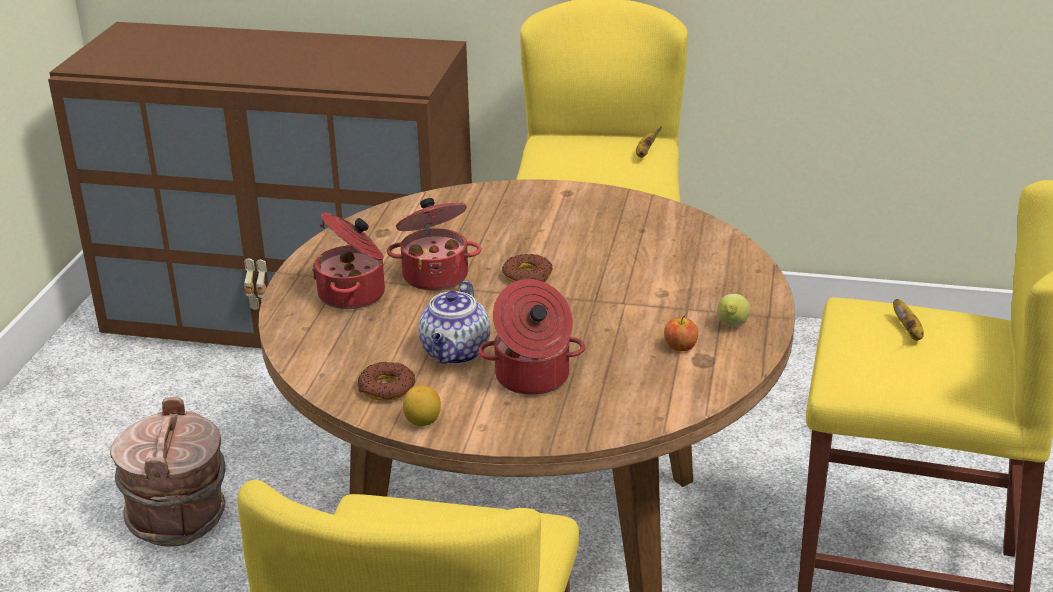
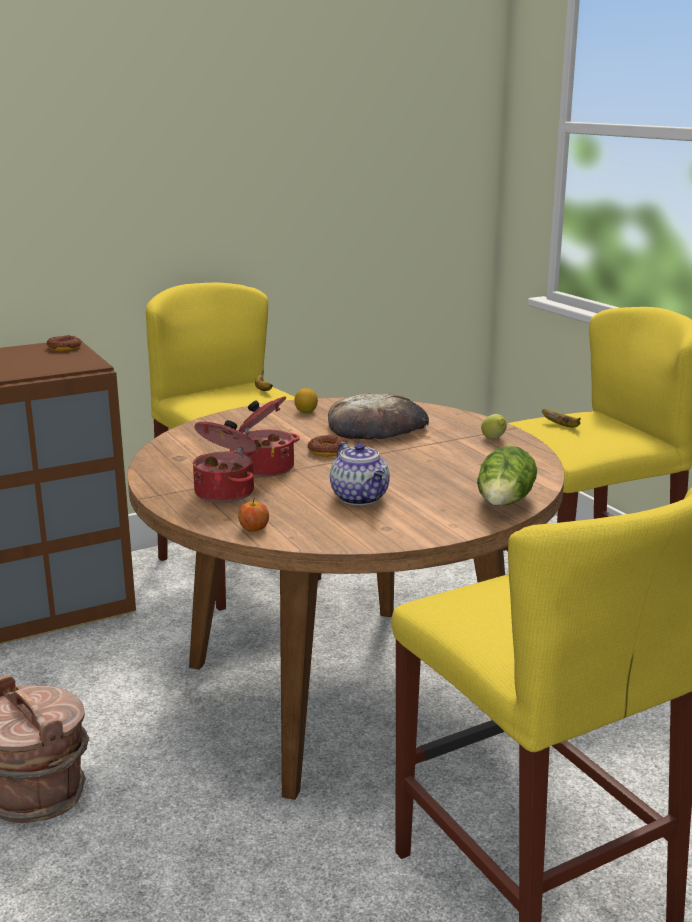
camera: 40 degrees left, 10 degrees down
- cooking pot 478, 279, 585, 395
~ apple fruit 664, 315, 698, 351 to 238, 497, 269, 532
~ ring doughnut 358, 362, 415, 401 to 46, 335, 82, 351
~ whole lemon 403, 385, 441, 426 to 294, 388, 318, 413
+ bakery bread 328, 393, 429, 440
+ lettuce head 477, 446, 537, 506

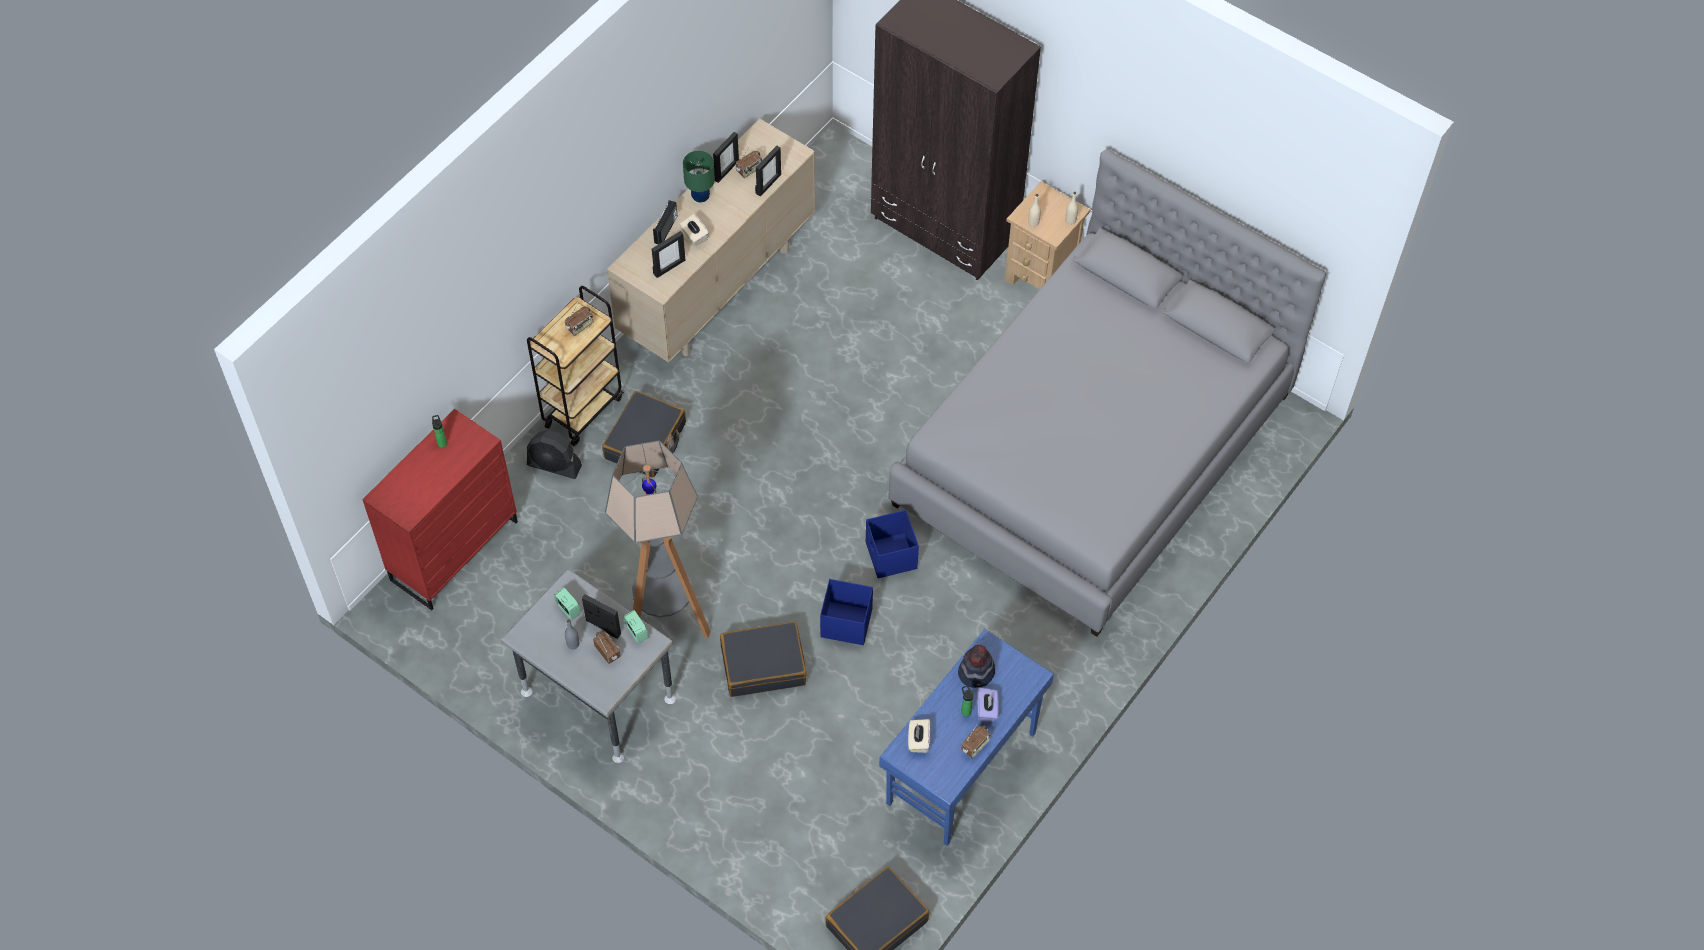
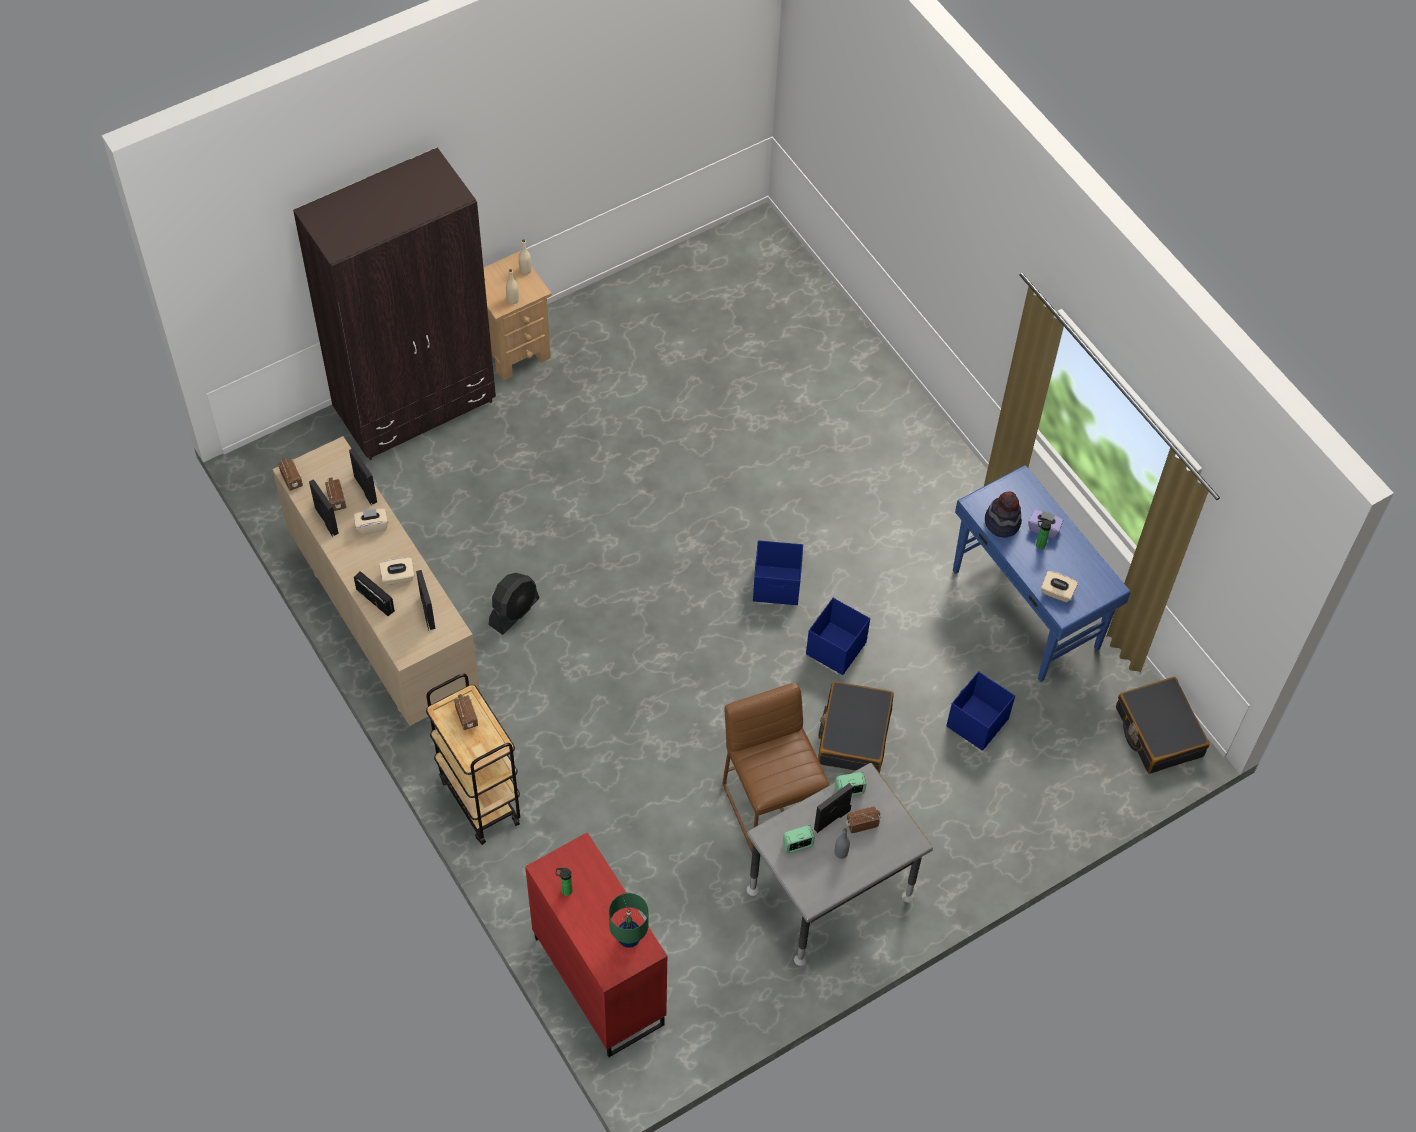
camera: 70 degrees left, 0 degrees up
- gray bed 889, 149, 1326, 637
~ greenish tabletop lamp 683, 151, 715, 202 to 609, 893, 648, 948
- black travel case 602, 391, 686, 478
~ black electric fan 527, 430, 582, 479 to 489, 573, 540, 635
~ standard lamp 605, 441, 711, 638 to brownish stool 722, 682, 829, 852
~ radio receiver 961, 725, 990, 758 to 278, 457, 303, 491
+ beige box of tissues 354, 508, 388, 535
+ bluish storage box 946, 671, 1015, 751

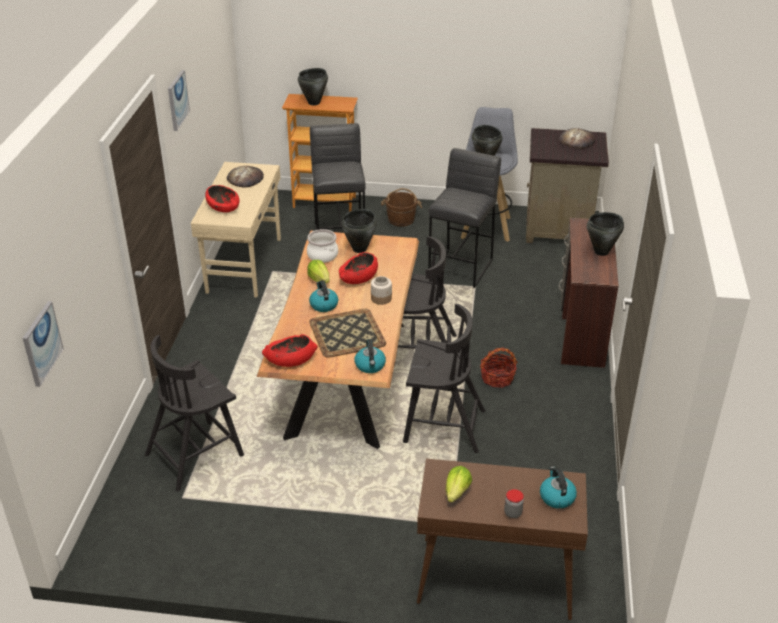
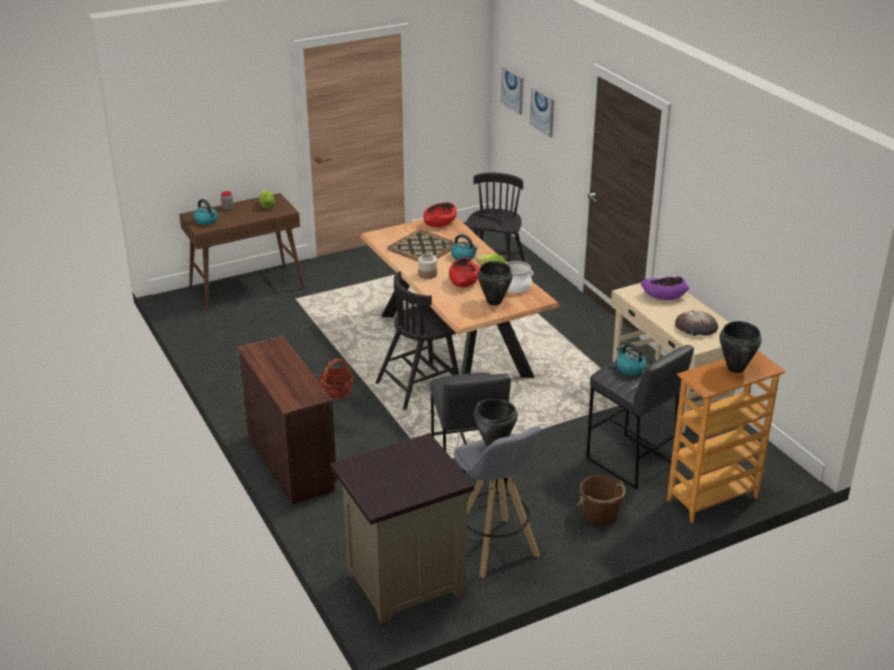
camera: 145 degrees right, 5 degrees down
~ picture 168, 70, 190, 131 to 530, 88, 554, 137
- bakery bread 559, 128, 595, 149
~ red serving bowl 205, 185, 239, 212 to purple serving bowl 641, 276, 689, 300
- black cooking pot 587, 212, 624, 256
- black plain chair 403, 304, 485, 453
~ tea kettle 354, 339, 386, 373 to 616, 343, 646, 375

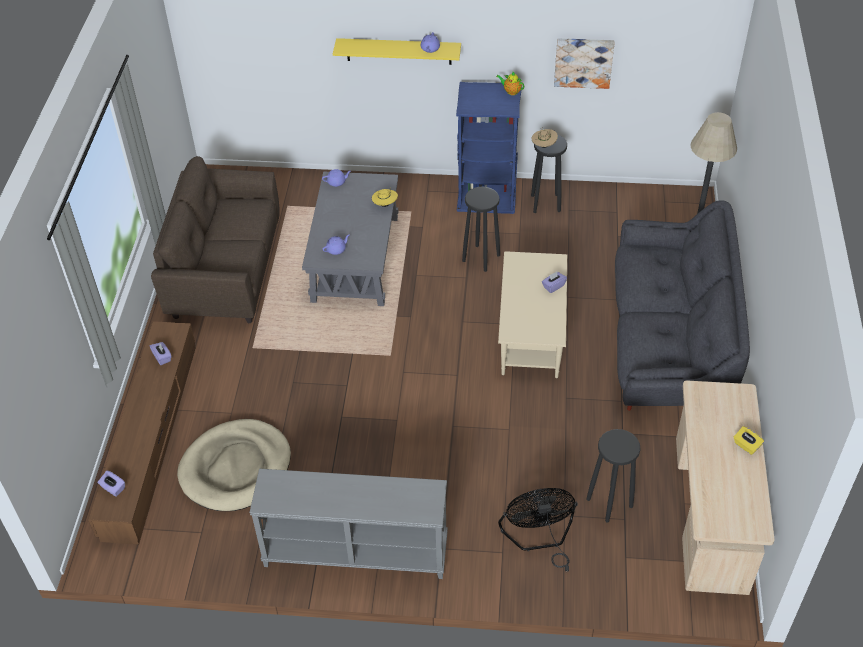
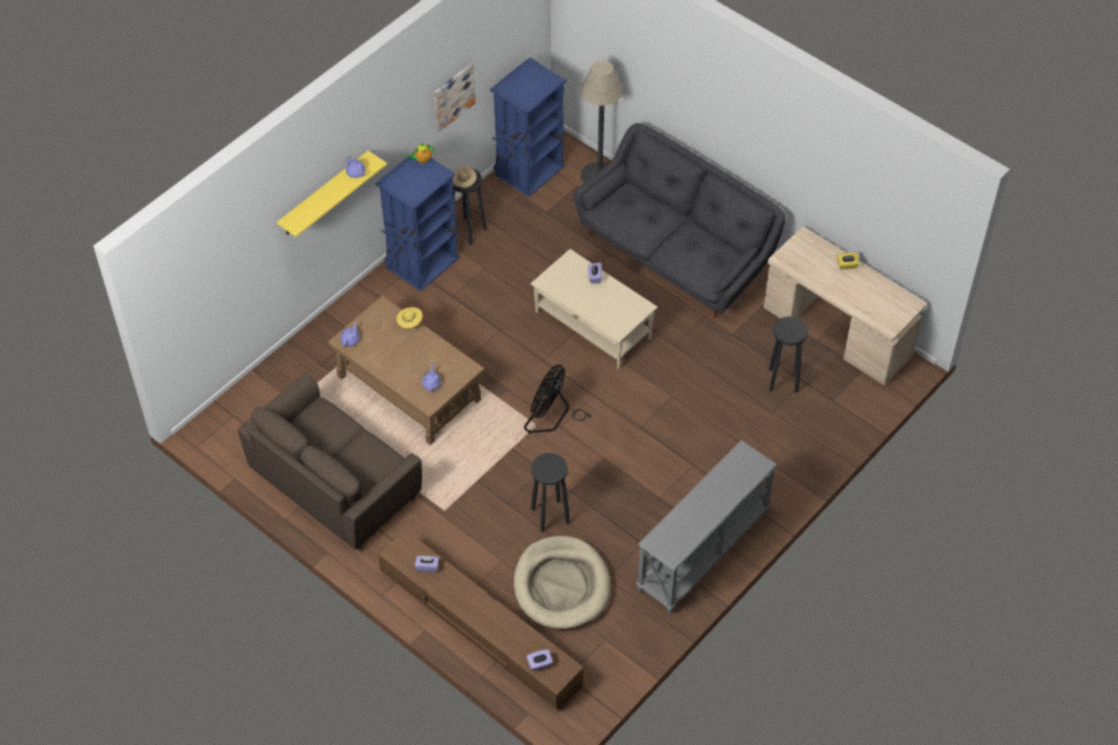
camera: 55 degrees left, 5 degrees up
~ gray coffee table 302, 171, 398, 306 to brownish coffee table 328, 296, 485, 445
~ black stool 462, 187, 500, 272 to 531, 453, 570, 532
~ black electric fan 498, 488, 578, 571 to 524, 365, 592, 434
+ bluish bookcase 490, 58, 566, 197

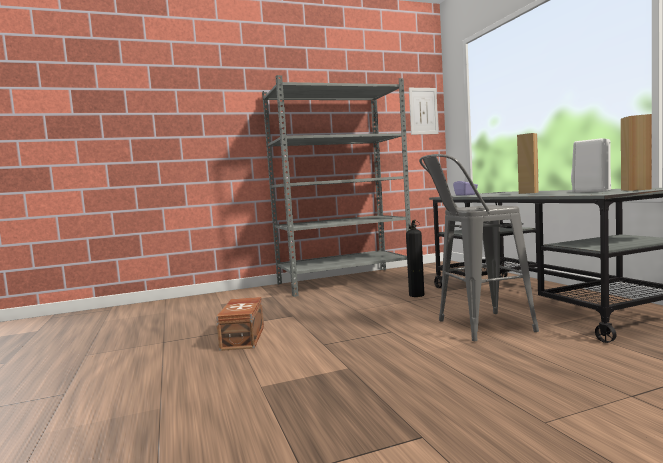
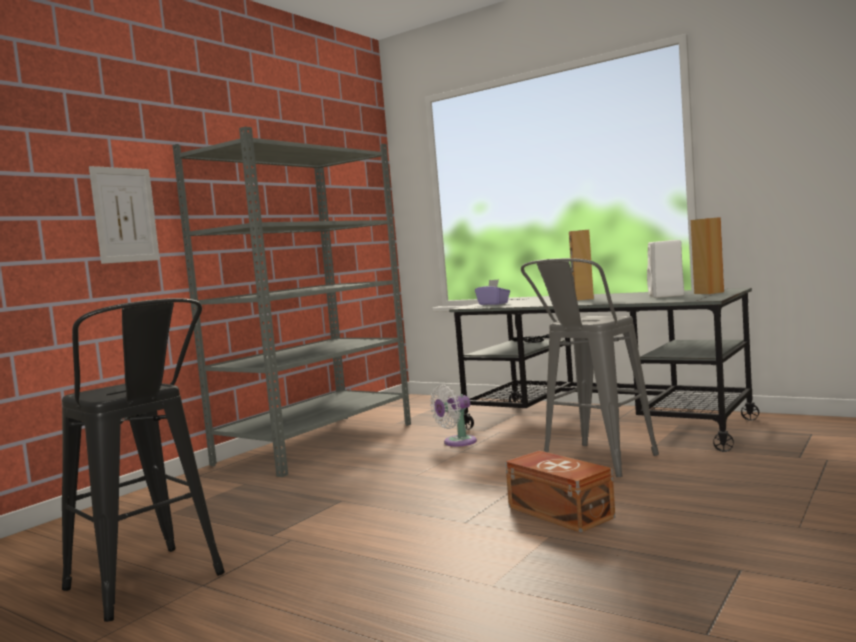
camera: 35 degrees left, 0 degrees up
~ picture 409, 88, 438, 135 to 89, 166, 160, 264
~ fire-fighting cylinder 406, 220, 424, 297 to white-coloured electric fan 430, 385, 477, 446
~ brownish storage box 216, 297, 264, 351 to 505, 450, 615, 533
+ black stool 62, 298, 225, 622

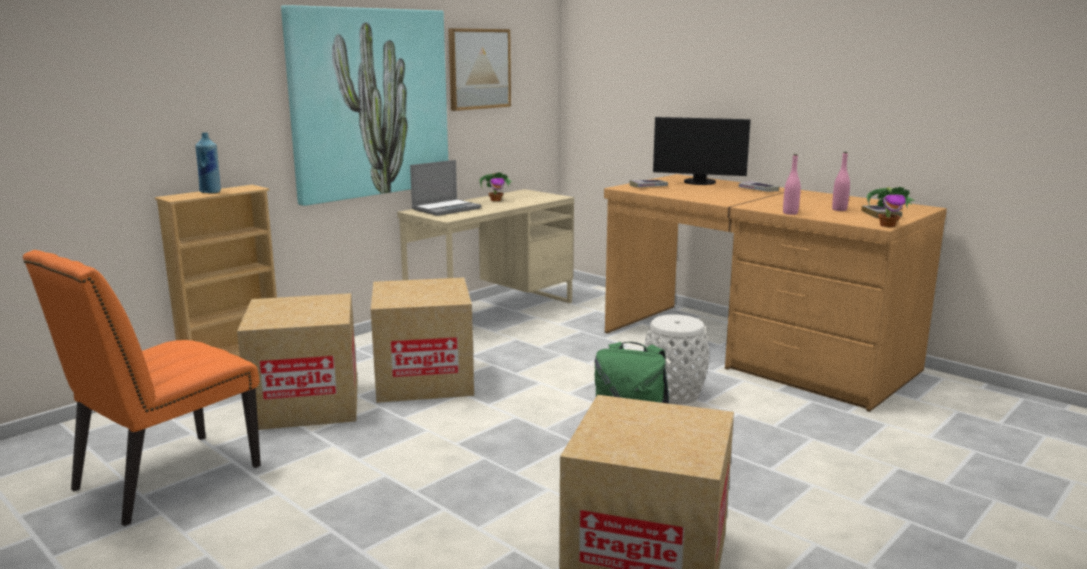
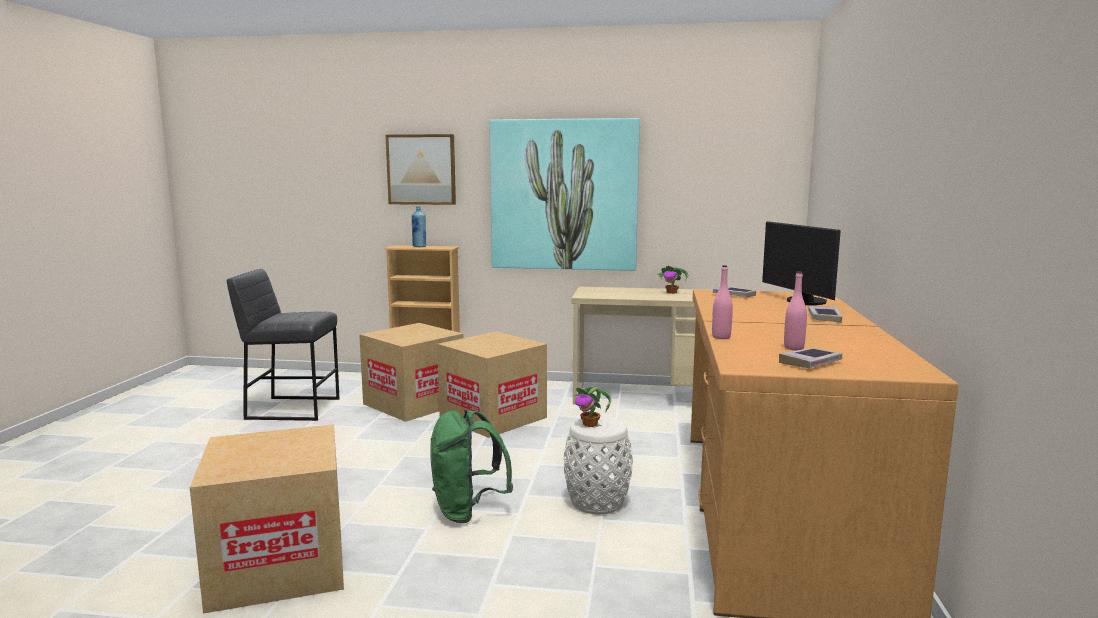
camera: 55 degrees right, 5 degrees down
~ picture 448, 28, 511, 111 to 385, 134, 456, 205
- notebook computer 410, 160, 481, 216
~ plant in a pot 867, 187, 915, 227 to 573, 387, 611, 427
~ orange plain chair 23, 250, 261, 526 to gray stool 227, 269, 339, 421

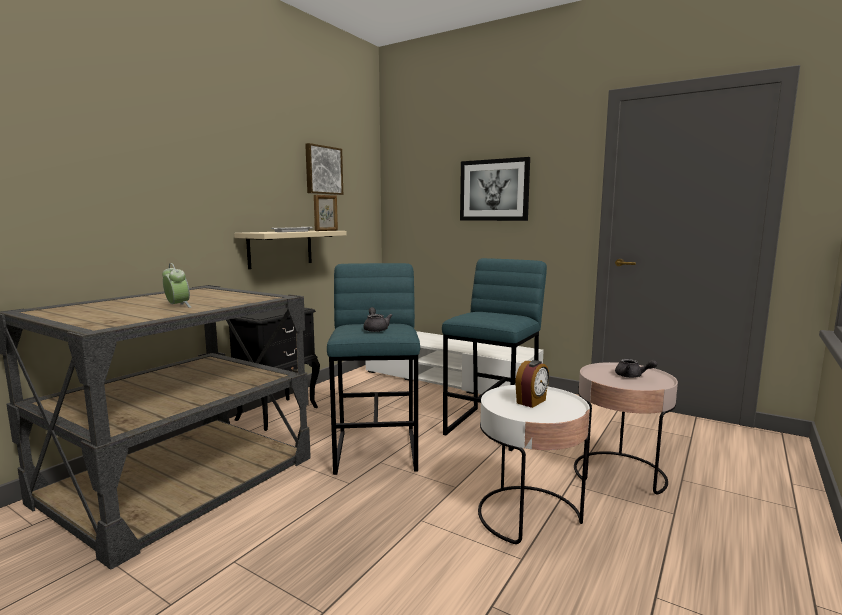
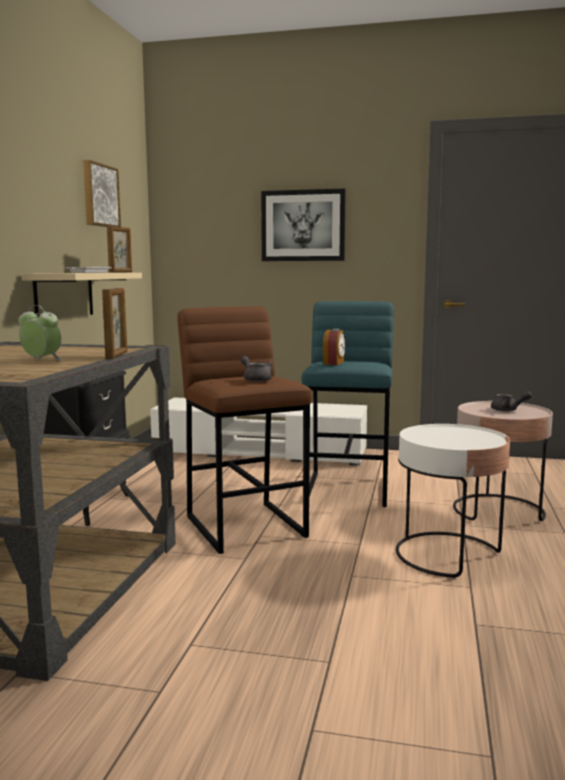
camera: 20 degrees left, 0 degrees up
~ blue-green stool 327, 263, 420, 475 to brownish stool 177, 306, 312, 554
~ alarm clock 515, 360, 549, 408 to 323, 328, 346, 365
+ photo frame 102, 288, 128, 359

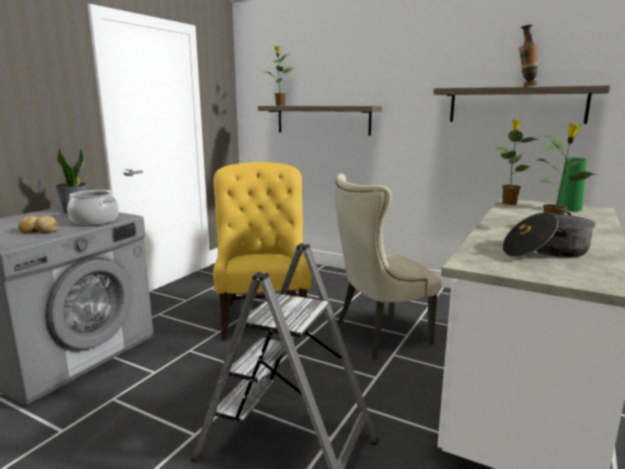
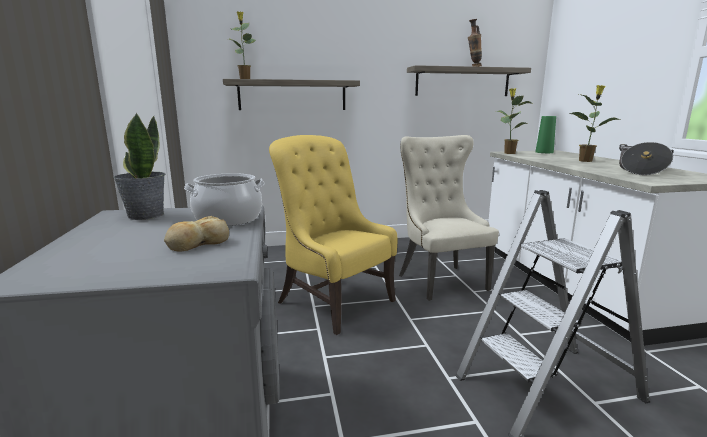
camera: 40 degrees left, 0 degrees up
~ beige plain chair 335, 174, 441, 360 = 399, 135, 499, 301 135 degrees clockwise

